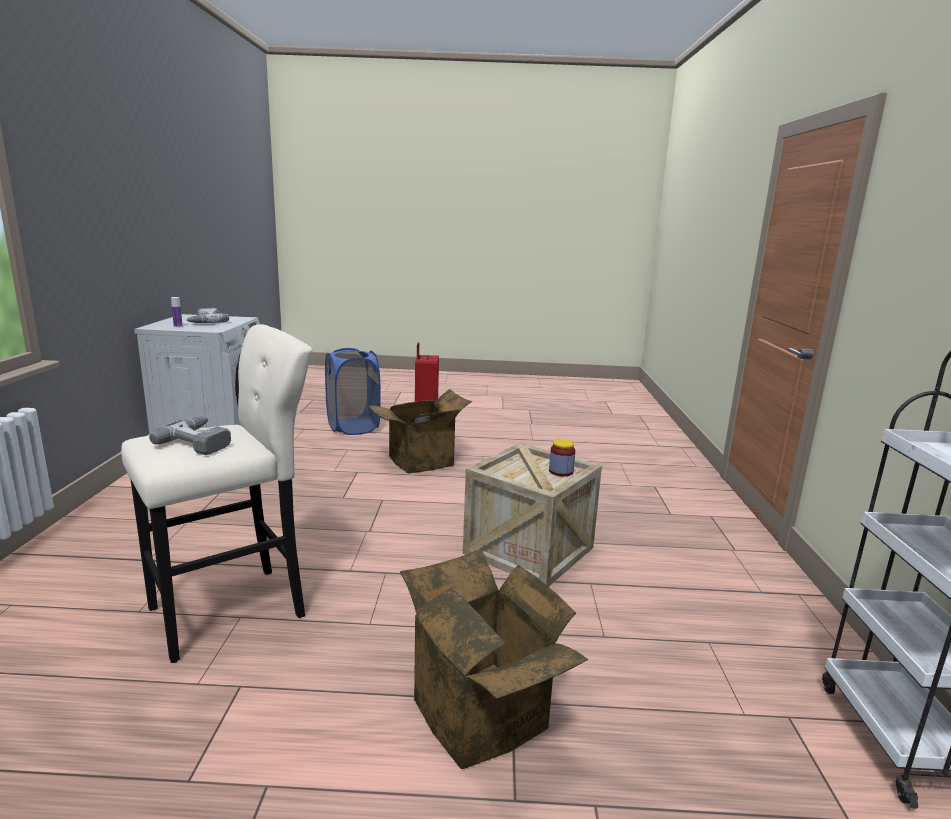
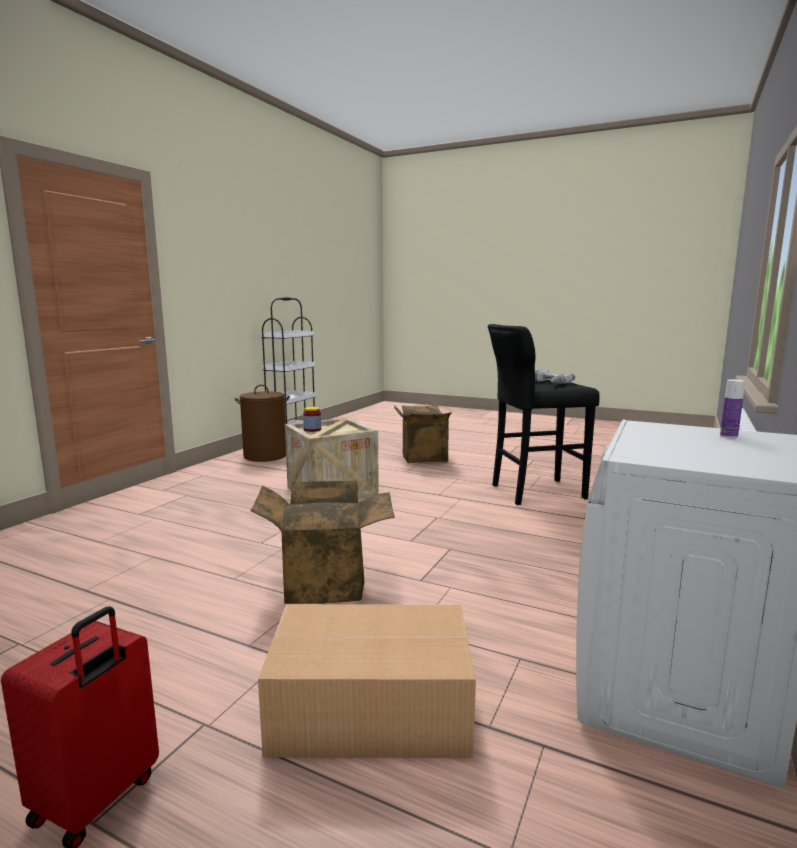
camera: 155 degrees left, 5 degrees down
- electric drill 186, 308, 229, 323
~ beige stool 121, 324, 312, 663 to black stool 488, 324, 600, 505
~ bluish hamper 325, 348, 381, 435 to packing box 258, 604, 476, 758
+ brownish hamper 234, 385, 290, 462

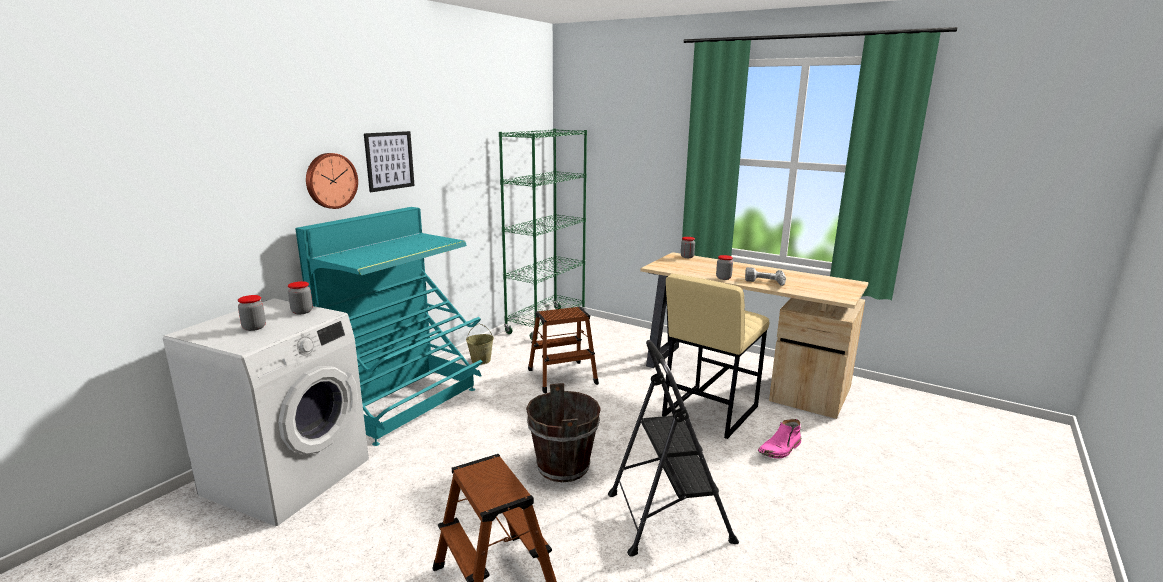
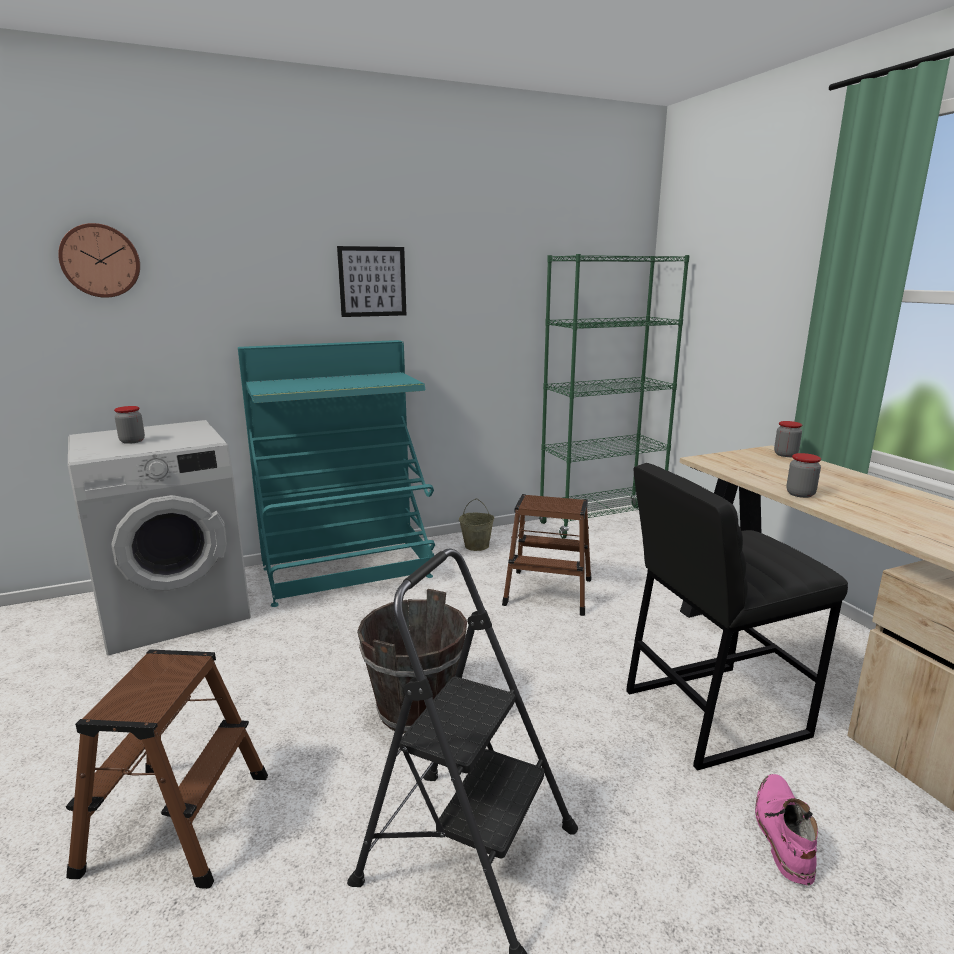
camera: 35 degrees right, 0 degrees up
~ clock on the wall 306, 153, 358, 209 to 58, 223, 140, 298
- electric drill 745, 267, 786, 286
~ beige stool 662, 274, 769, 439 to black stool 626, 463, 848, 771
- storage jar 288, 281, 313, 315
~ pinkish tall boot 758, 419, 801, 458 = 755, 774, 818, 885 105 degrees clockwise

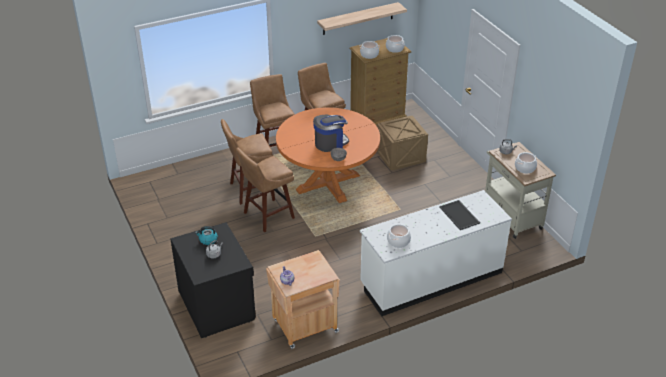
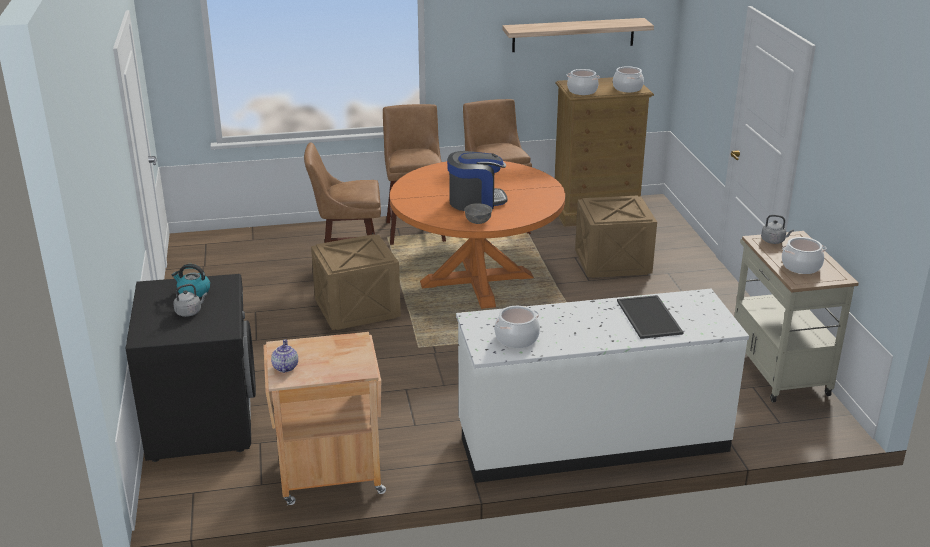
camera: 15 degrees right, 10 degrees down
~ brownish stool 236, 147, 295, 232 to shipping crate 311, 234, 401, 330

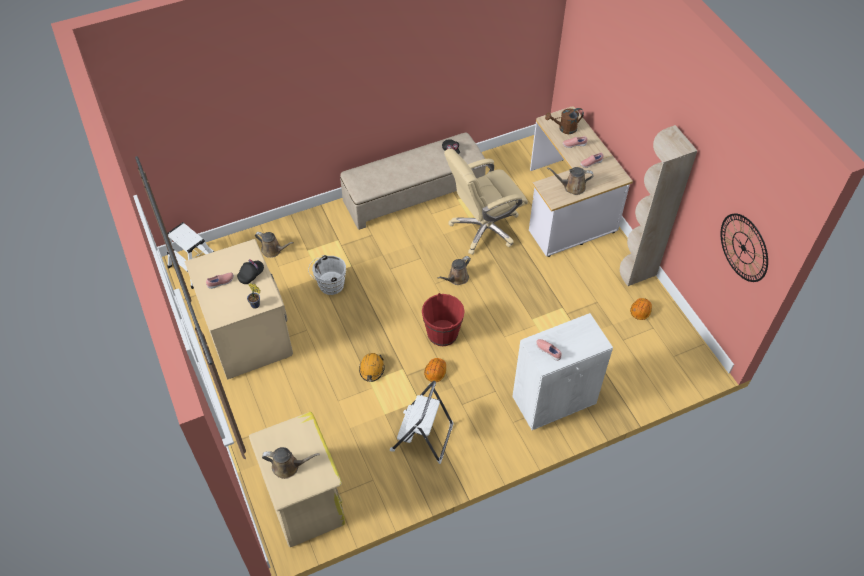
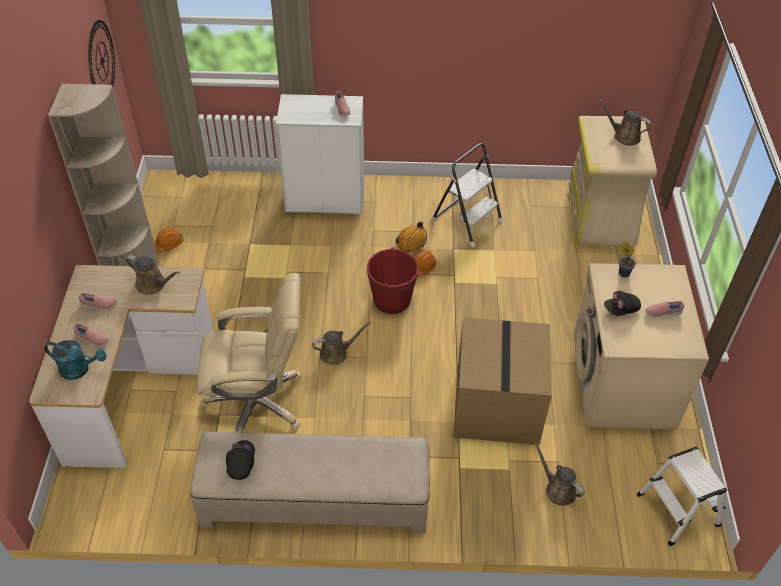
camera: 155 degrees left, 5 degrees down
~ brownish watering can 545, 108, 584, 134 to blue-green watering can 45, 340, 106, 380
~ white-coloured bucket 308, 255, 346, 295 to packing box 453, 317, 552, 445
~ orange work helmet 359, 353, 385, 382 to 396, 221, 427, 252

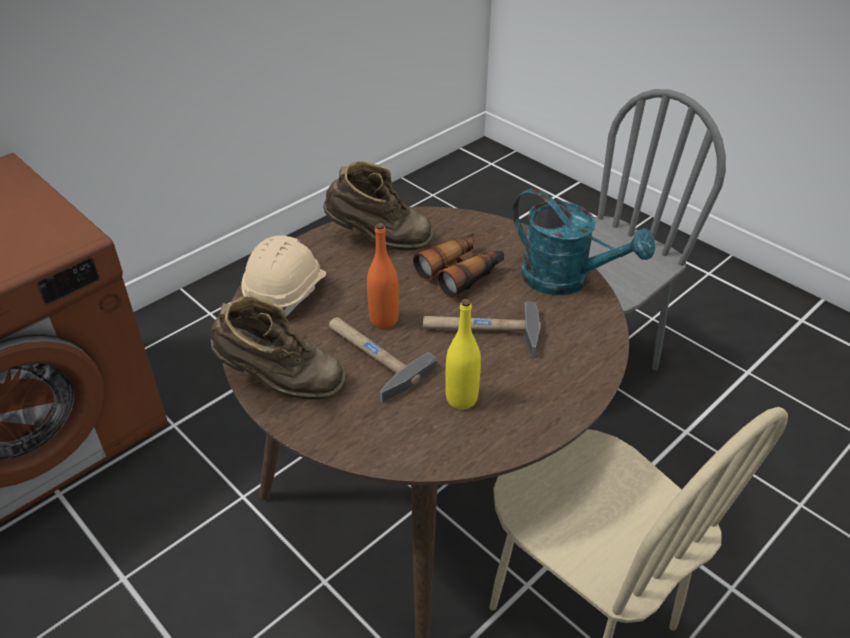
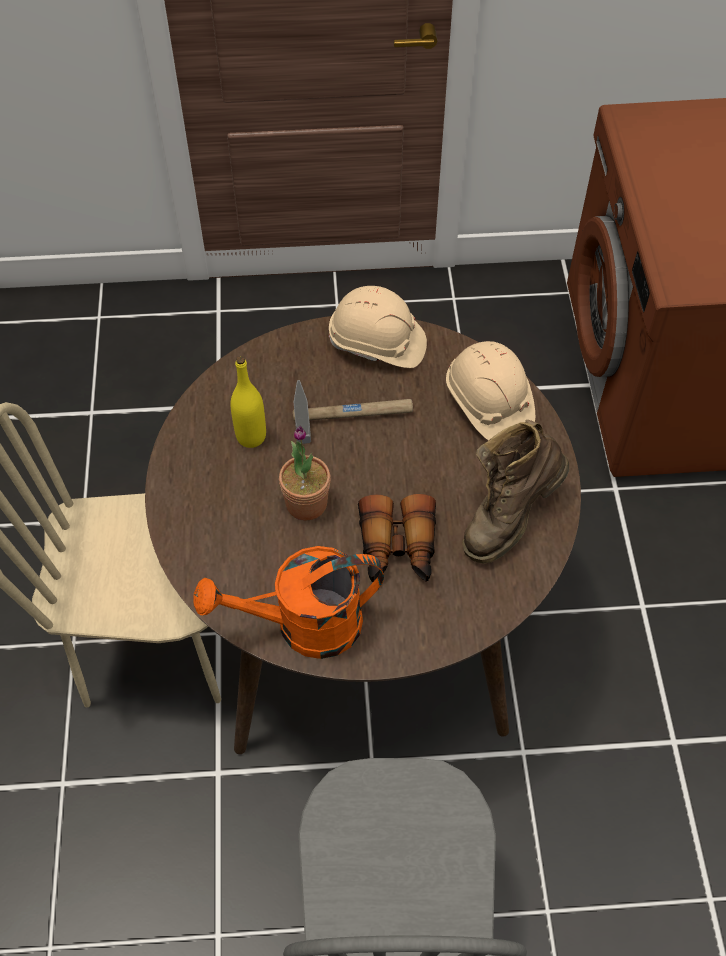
camera: 130 degrees right, 15 degrees up
~ blue-green watering can 513, 188, 655, 295 to orange watering can 193, 546, 384, 659
- orange bottle 367, 223, 399, 329
~ brownish tall boot 211, 295, 346, 400 to beige work helmet 328, 286, 427, 368
~ hand hammer 423, 302, 541, 357 to plant in a pot 279, 426, 331, 521

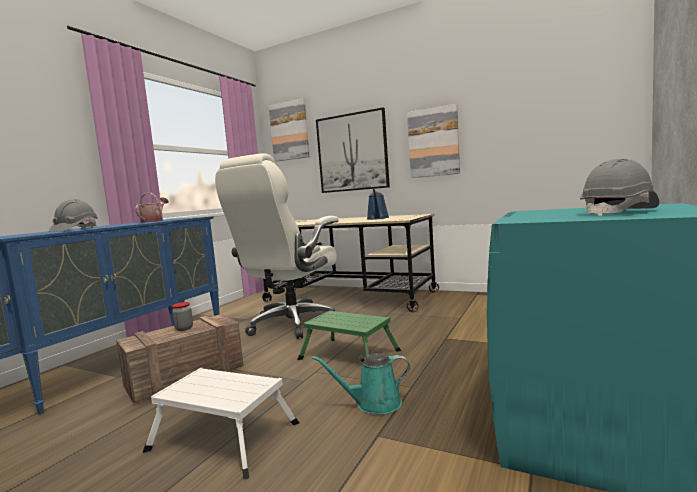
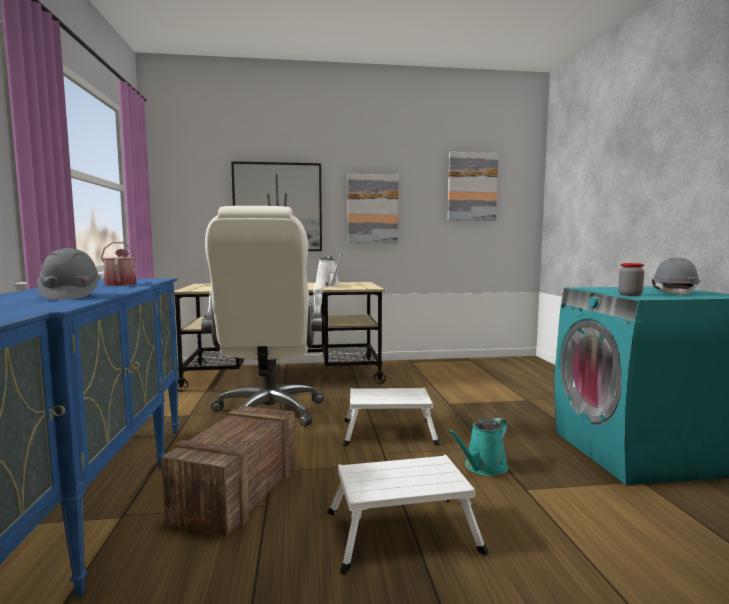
camera: 35 degrees left, 0 degrees up
~ picture 269, 98, 310, 162 to 448, 152, 498, 221
~ bluish watering can 367, 189, 389, 220 to white-coloured watering can 316, 254, 343, 287
~ storage jar 172, 302, 193, 331 to 618, 263, 645, 296
~ greenish step stool 297, 310, 401, 360 to white-coloured step stool 343, 388, 440, 447

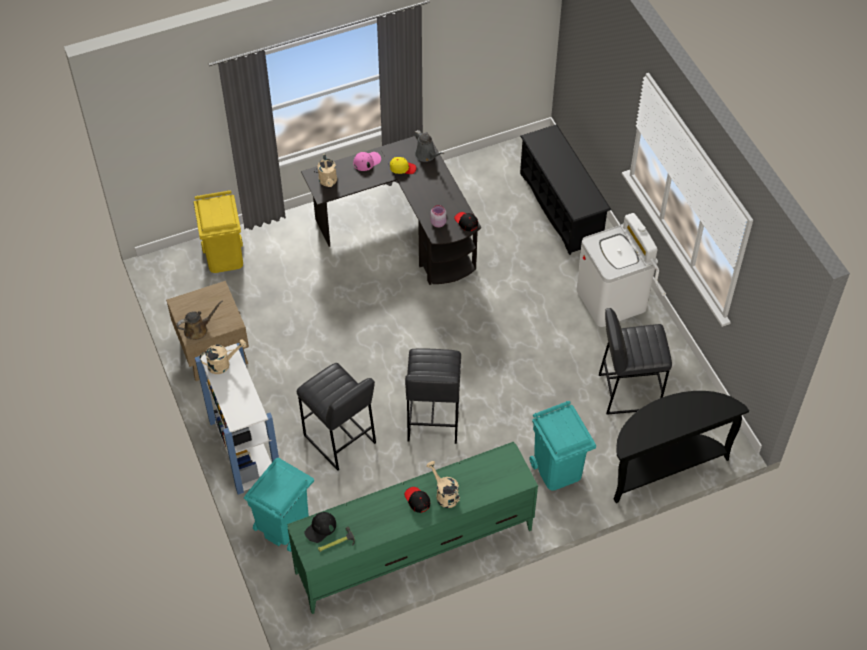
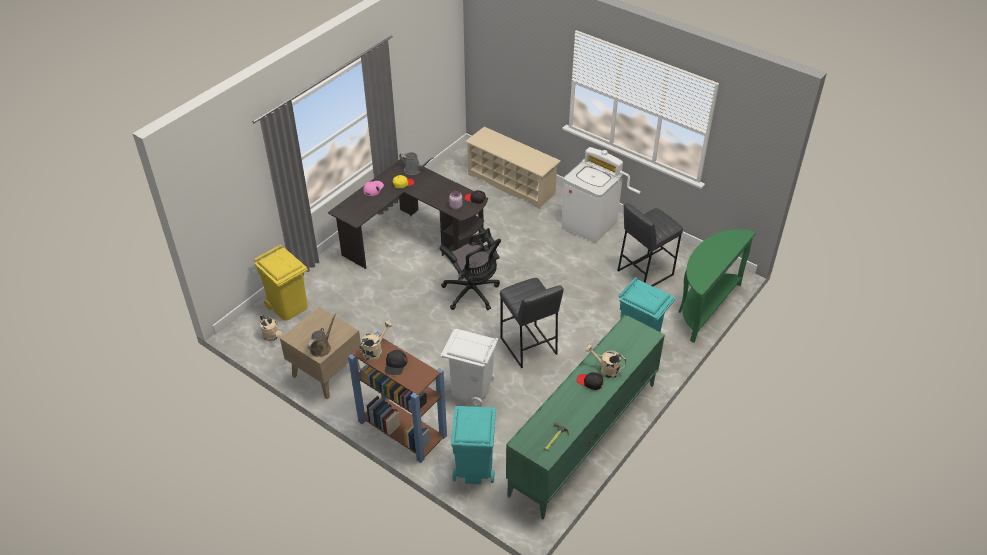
camera: 30 degrees left, 10 degrees down
~ black shoe shelf 520, 124, 611, 255 to beige shoe shelf 465, 127, 561, 209
~ beige watering can 318, 154, 337, 187 to 260, 315, 282, 341
~ white-coloured bookcase 195, 343, 279, 495 to brownish bookcase 348, 331, 447, 463
~ gray stool 297, 363, 376, 471 to white-coloured rubbish bin 441, 329, 498, 407
~ black narrow table 613, 391, 749, 503 to greenish narrow table 678, 229, 756, 343
~ black peaked cap 304, 512, 336, 543 to 385, 350, 407, 375
+ desk chair 440, 227, 501, 310

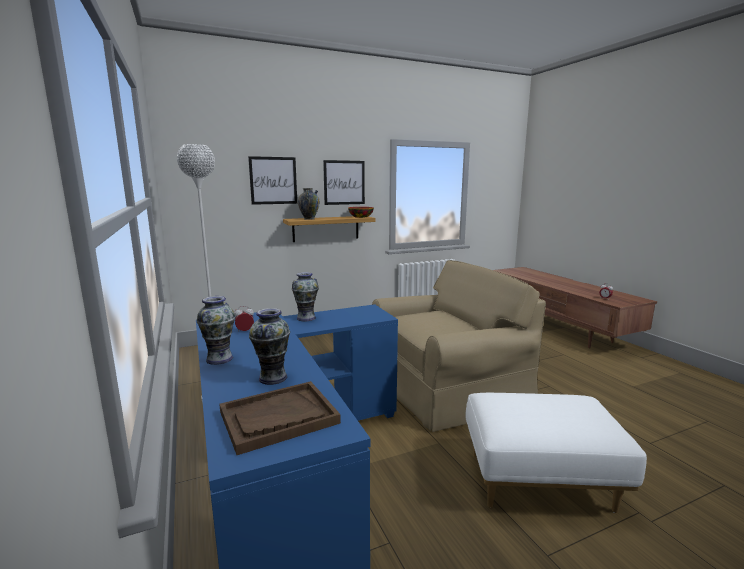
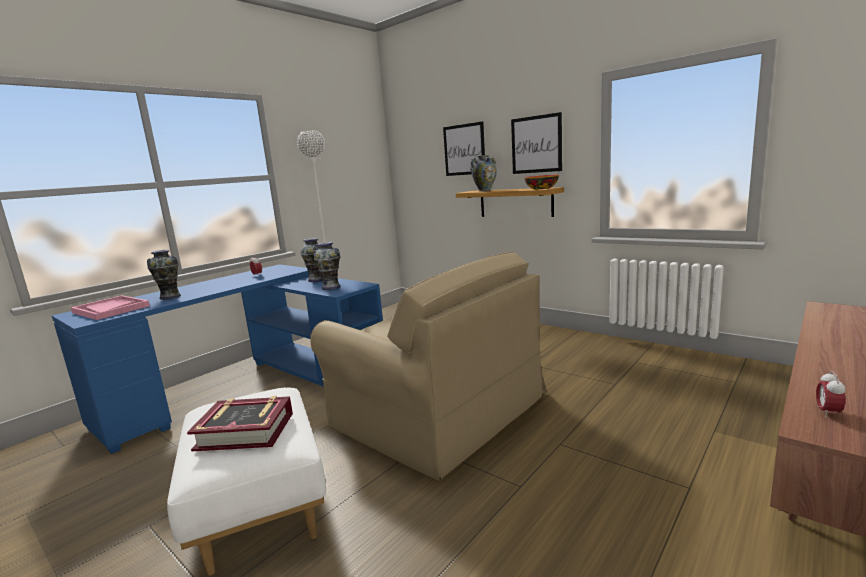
camera: 65 degrees right, 0 degrees up
~ flower vase 197, 296, 236, 365 to 314, 242, 341, 290
~ brownish tray 219, 381, 341, 455 to pinkish tray 71, 295, 150, 320
+ volume 187, 396, 293, 451

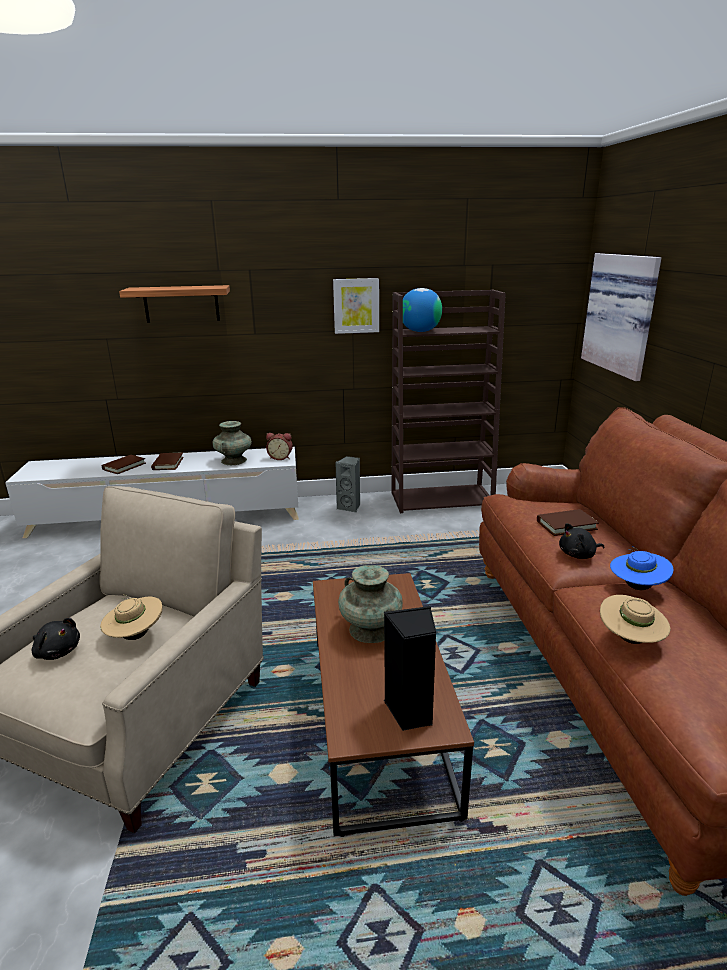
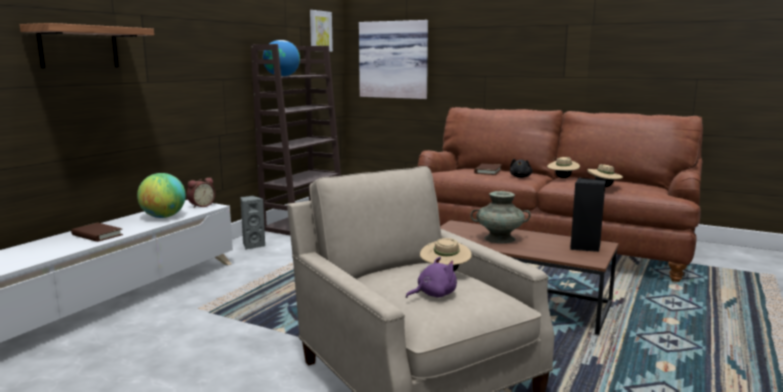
camera: 55 degrees left, 10 degrees down
~ picture 333, 278, 379, 334 to 310, 10, 333, 52
~ blue-green flower vase 212, 421, 252, 465 to world globe 137, 173, 186, 218
- brownish volume 102, 455, 146, 474
~ bluish clothing hat 610, 546, 673, 590 to beige clothing hat 547, 157, 580, 178
~ black cuddly toy 32, 618, 80, 660 to purple cuddly toy 406, 257, 457, 298

